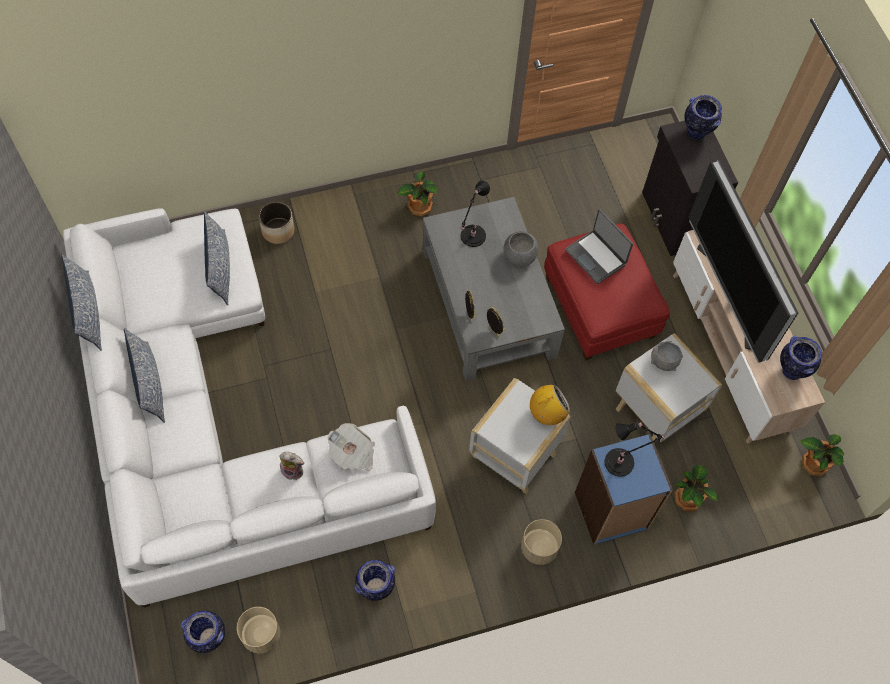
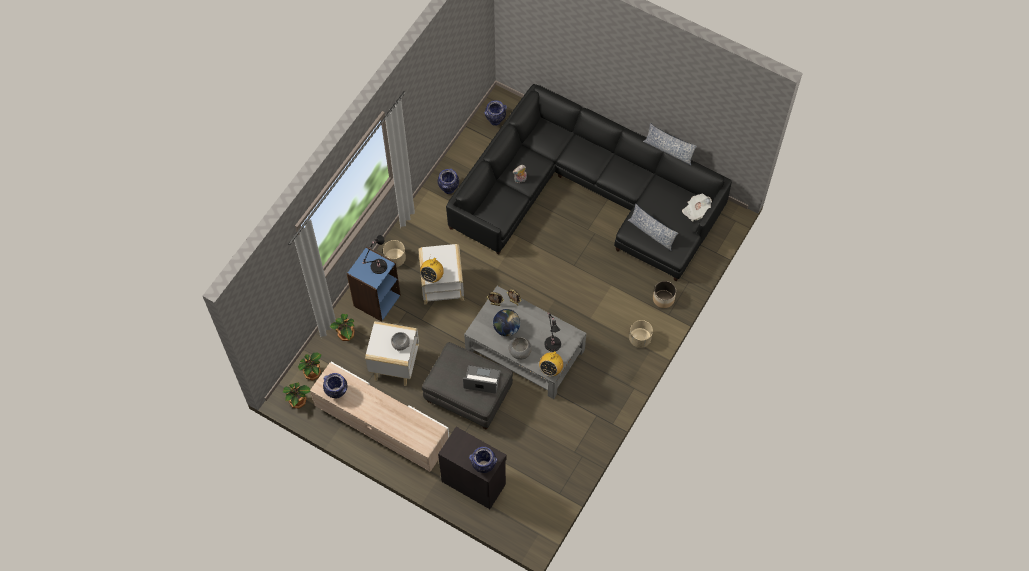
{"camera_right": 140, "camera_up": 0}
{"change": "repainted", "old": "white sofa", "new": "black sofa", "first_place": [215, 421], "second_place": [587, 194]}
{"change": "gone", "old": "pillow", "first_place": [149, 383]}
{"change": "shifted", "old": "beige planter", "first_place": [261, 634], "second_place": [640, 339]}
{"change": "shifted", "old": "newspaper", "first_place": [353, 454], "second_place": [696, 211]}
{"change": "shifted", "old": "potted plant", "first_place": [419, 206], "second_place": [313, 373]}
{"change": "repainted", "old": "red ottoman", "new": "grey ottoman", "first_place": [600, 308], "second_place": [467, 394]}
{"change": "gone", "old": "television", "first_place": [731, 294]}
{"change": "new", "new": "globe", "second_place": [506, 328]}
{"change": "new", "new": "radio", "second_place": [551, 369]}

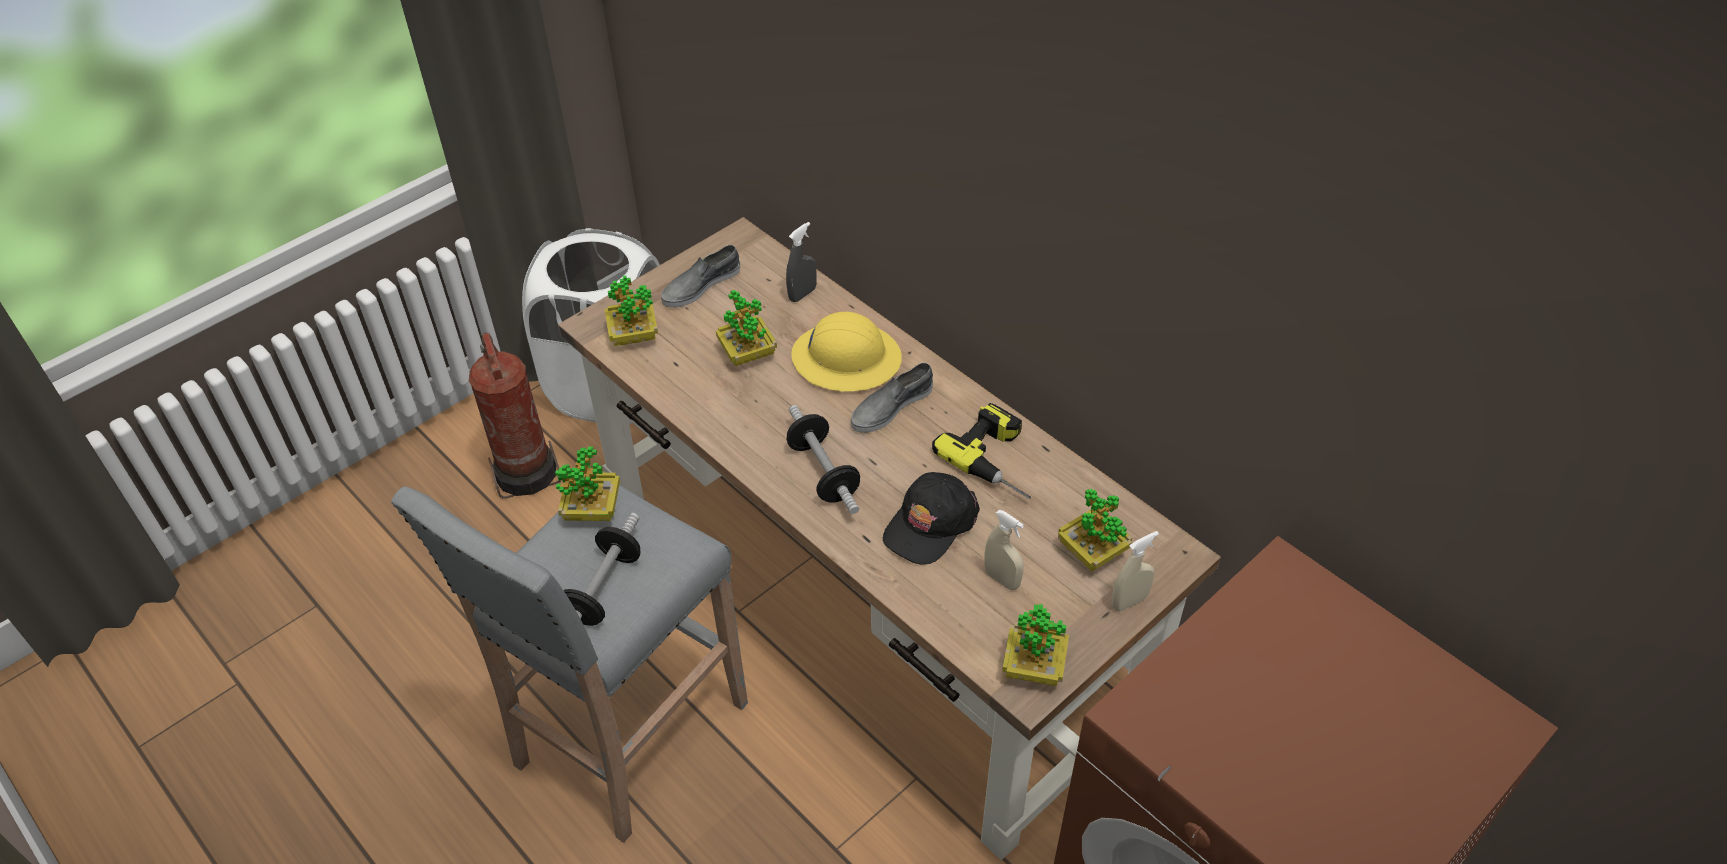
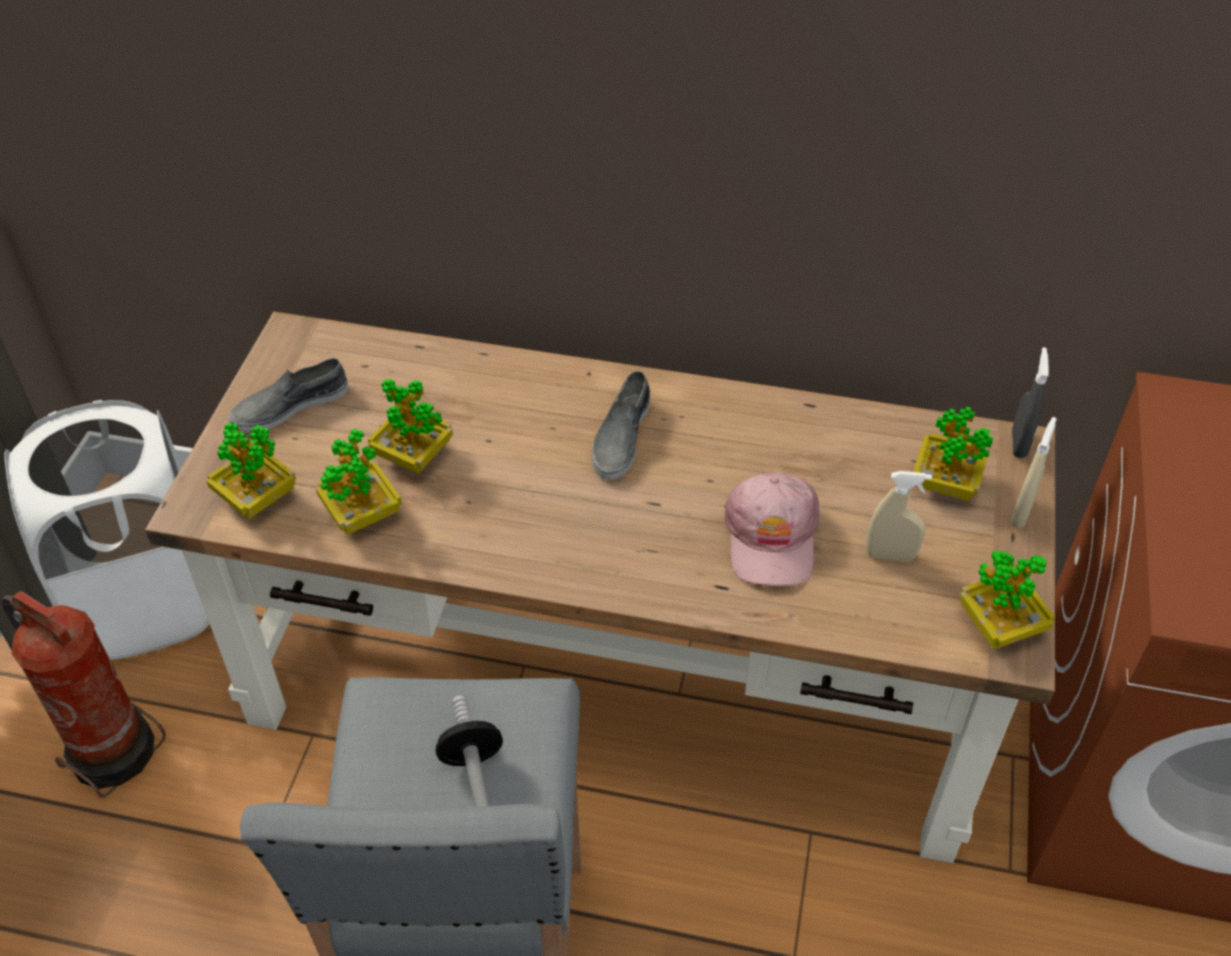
{"camera_right": -35, "camera_up": 0}
{"change": "shifted", "old": "potted plant", "first_place": [593, 510], "second_place": [362, 514]}
{"change": "rotated", "old": "grey shoe", "first_place": [700, 285], "second_place": [289, 406], "degrees": 45}
{"change": "shifted", "old": "grey spray bottle", "first_place": [802, 294], "second_place": [1019, 444]}
{"change": "gone", "old": "dumbbell", "first_place": [823, 472]}
{"change": "gone", "old": "yellow hard hat", "first_place": [846, 358]}
{"change": "repainted", "old": "black cap", "new": "pink cap", "first_place": [930, 524], "second_place": [771, 538]}
{"change": "gone", "old": "power drill", "first_place": [999, 459]}

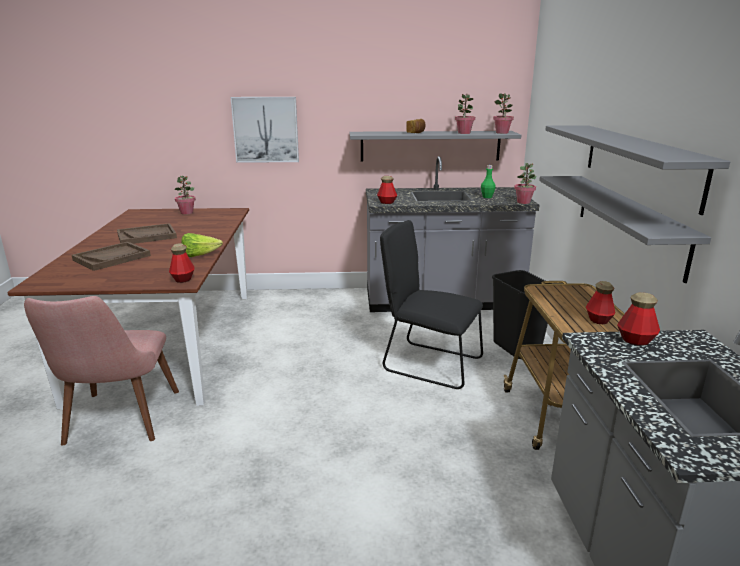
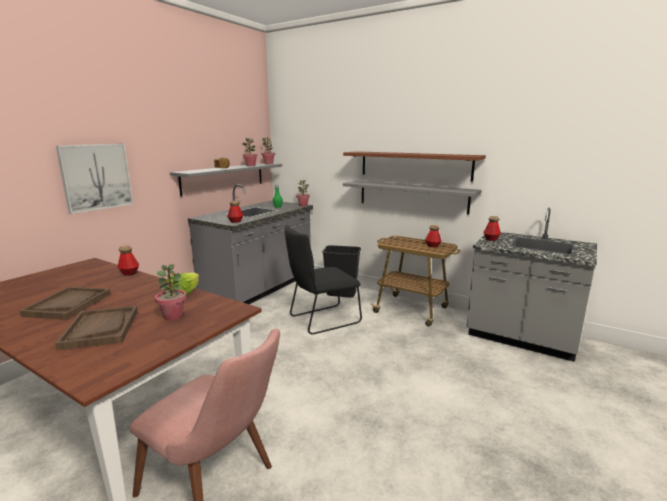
{"camera_right": -55, "camera_up": -5}
{"change": "shifted", "old": "bottle", "first_place": [183, 279], "second_place": [129, 273]}
{"change": "shifted", "old": "potted plant", "first_place": [187, 213], "second_place": [173, 316]}
{"change": "repainted", "old": "grey shelf", "new": "brown shelf", "first_place": [639, 163], "second_place": [414, 165]}

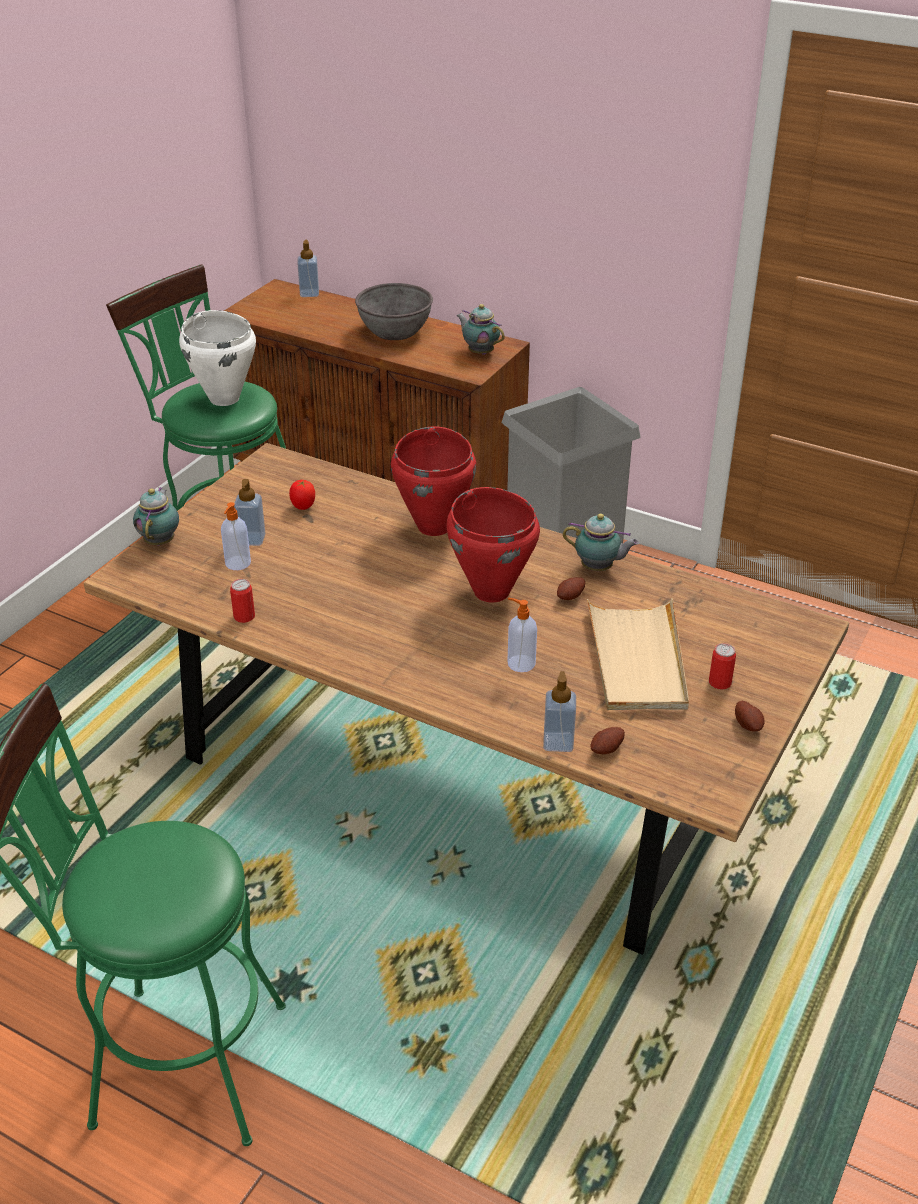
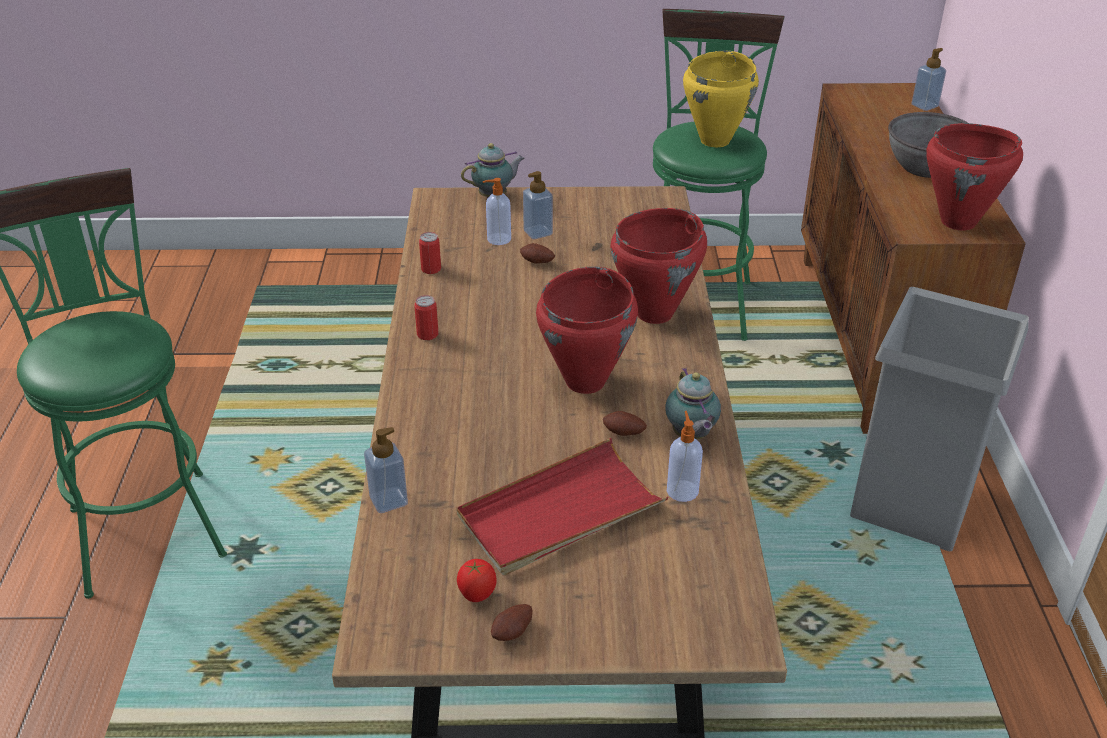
{"camera_right": 60, "camera_up": 0}
{"change": "repainted", "old": "white cooking pot", "new": "yellow cooking pot", "first_place": [224, 398], "second_place": [715, 140]}
{"change": "shifted", "old": "tomato", "first_place": [303, 507], "second_place": [477, 596]}
{"change": "swapped", "old": "teapot", "new": "red cooking pot", "first_place": [479, 352], "second_place": [958, 222]}
{"change": "shifted", "old": "soap dispenser", "first_place": [520, 663], "second_place": [682, 490]}
{"change": "repainted", "old": "beige tray", "new": "red tray", "first_place": [637, 659], "second_place": [560, 512]}
{"change": "shifted", "old": "potato", "first_place": [607, 750], "second_place": [537, 263]}
{"change": "shifted", "old": "can", "first_place": [719, 682], "second_place": [427, 334]}

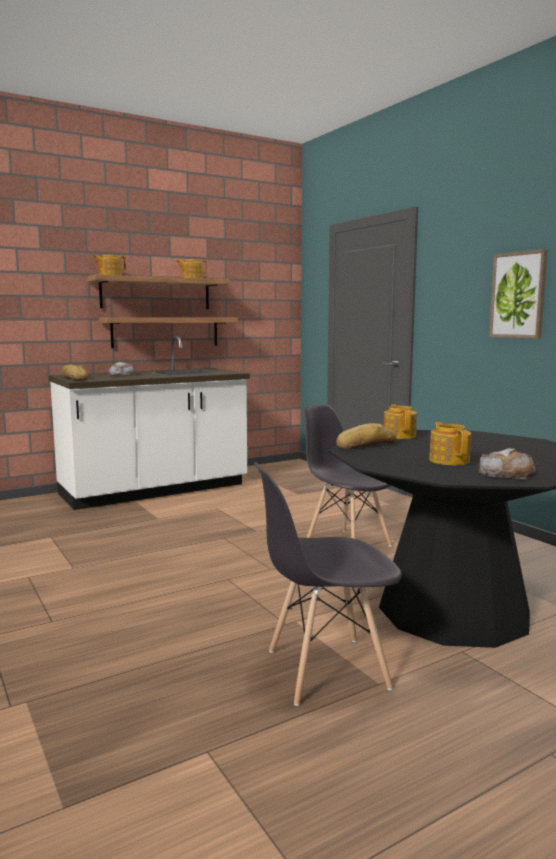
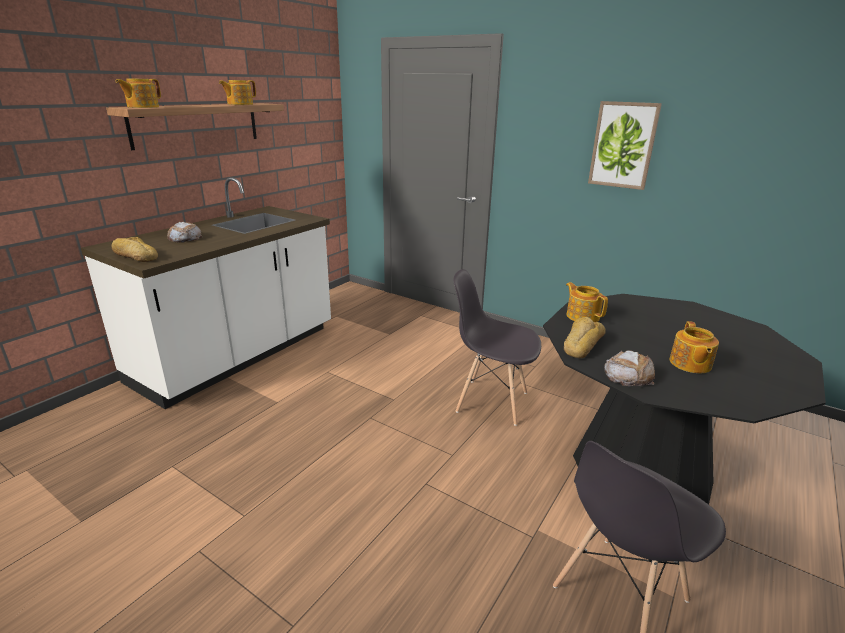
{"camera_right": -25, "camera_up": 15}
{"change": "gone", "old": "shelf", "first_place": [165, 332]}
{"change": "rotated", "old": "teapot", "first_place": [449, 460], "second_place": [689, 364], "degrees": -135}
{"change": "shifted", "old": "bread", "first_place": [506, 474], "second_place": [628, 374]}

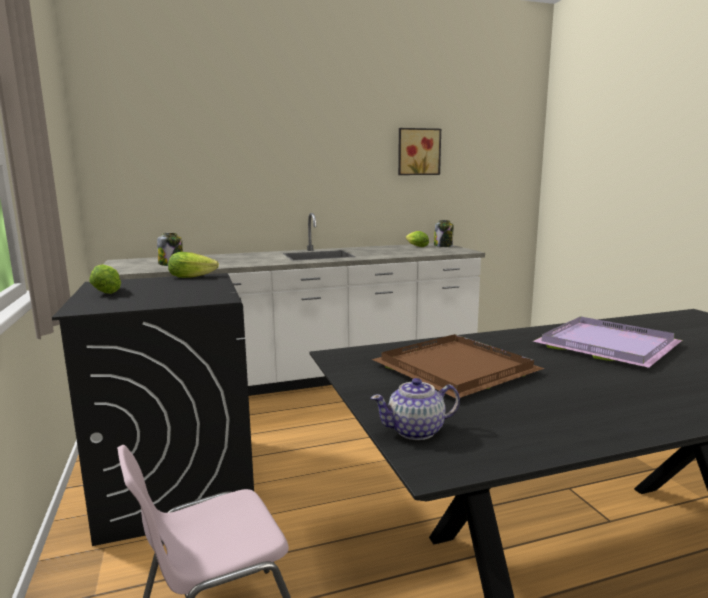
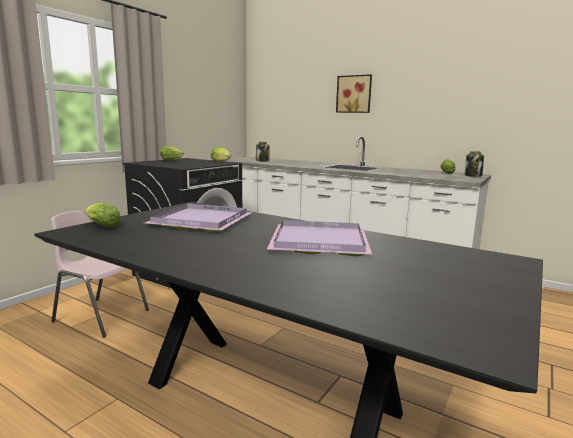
{"camera_right": 50, "camera_up": 0}
{"change": "swapped", "old": "teapot", "new": "lettuce", "first_place": [416, 431], "second_place": [101, 226]}
{"change": "repainted", "old": "brown tray", "new": "purple tray", "first_place": [452, 369], "second_place": [200, 220]}
{"change": "shifted", "old": "picture", "first_place": [418, 152], "second_place": [354, 94]}

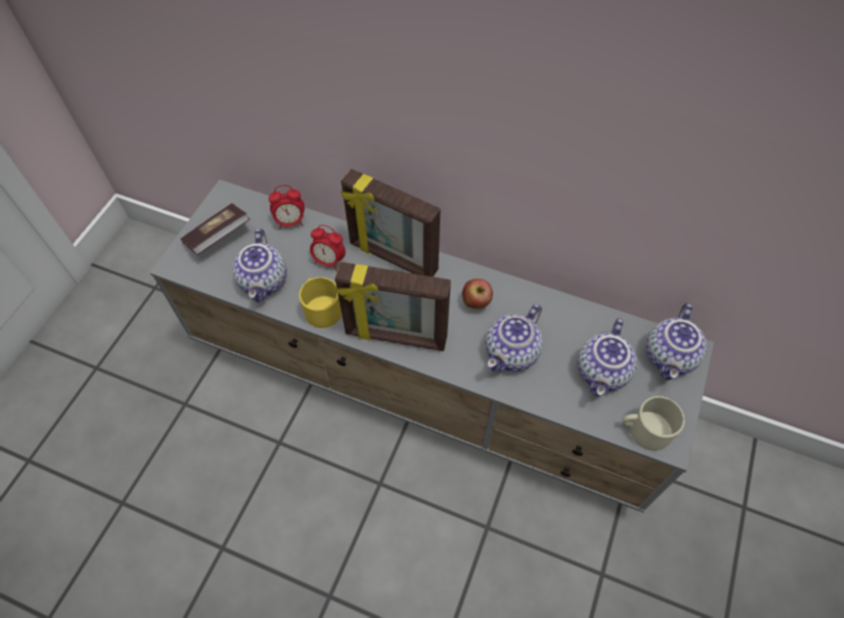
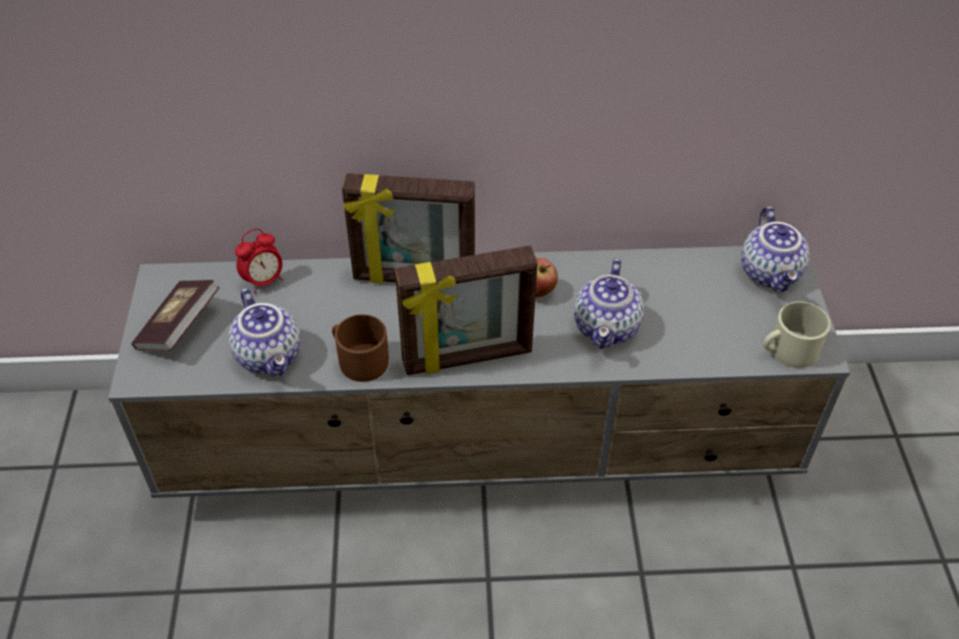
{"camera_right": -25, "camera_up": -10}
{"change": "repainted", "old": "yellow mug", "new": "brown mug", "first_place": [321, 307], "second_place": [359, 359]}
{"change": "gone", "old": "alarm clock", "first_place": [329, 261]}
{"change": "gone", "old": "teapot", "first_place": [603, 373]}

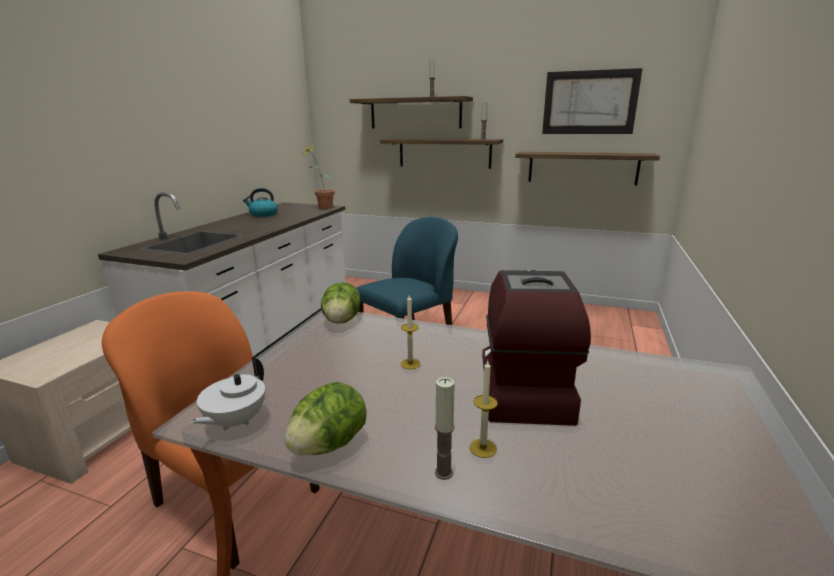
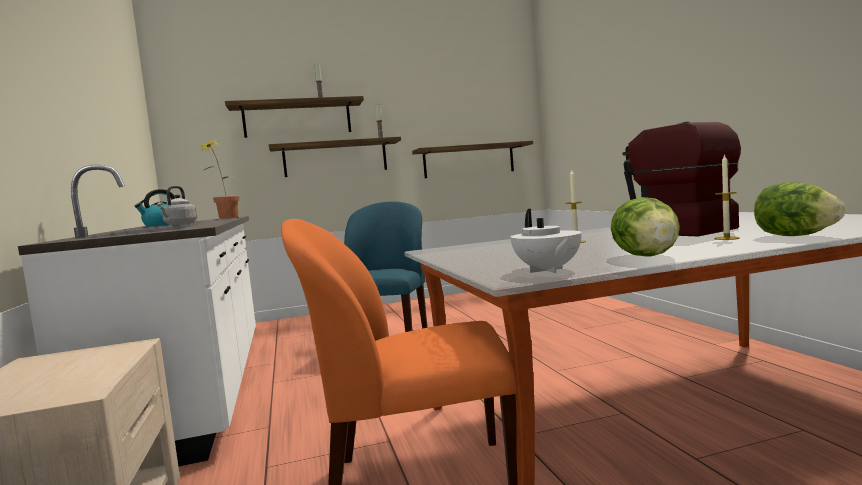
{"camera_right": -35, "camera_up": -15}
{"change": "shifted", "old": "lettuce", "first_place": [342, 321], "second_place": [795, 236]}
{"change": "gone", "old": "candle", "first_place": [443, 472]}
{"change": "gone", "old": "picture", "first_place": [589, 102]}
{"change": "new", "new": "grey kettle", "second_place": [179, 224]}

